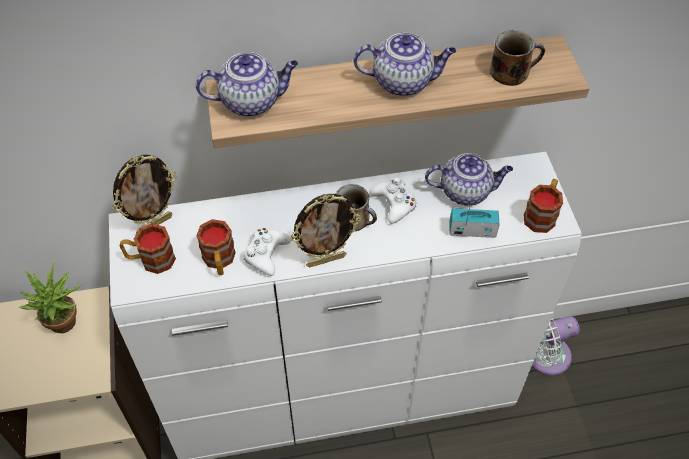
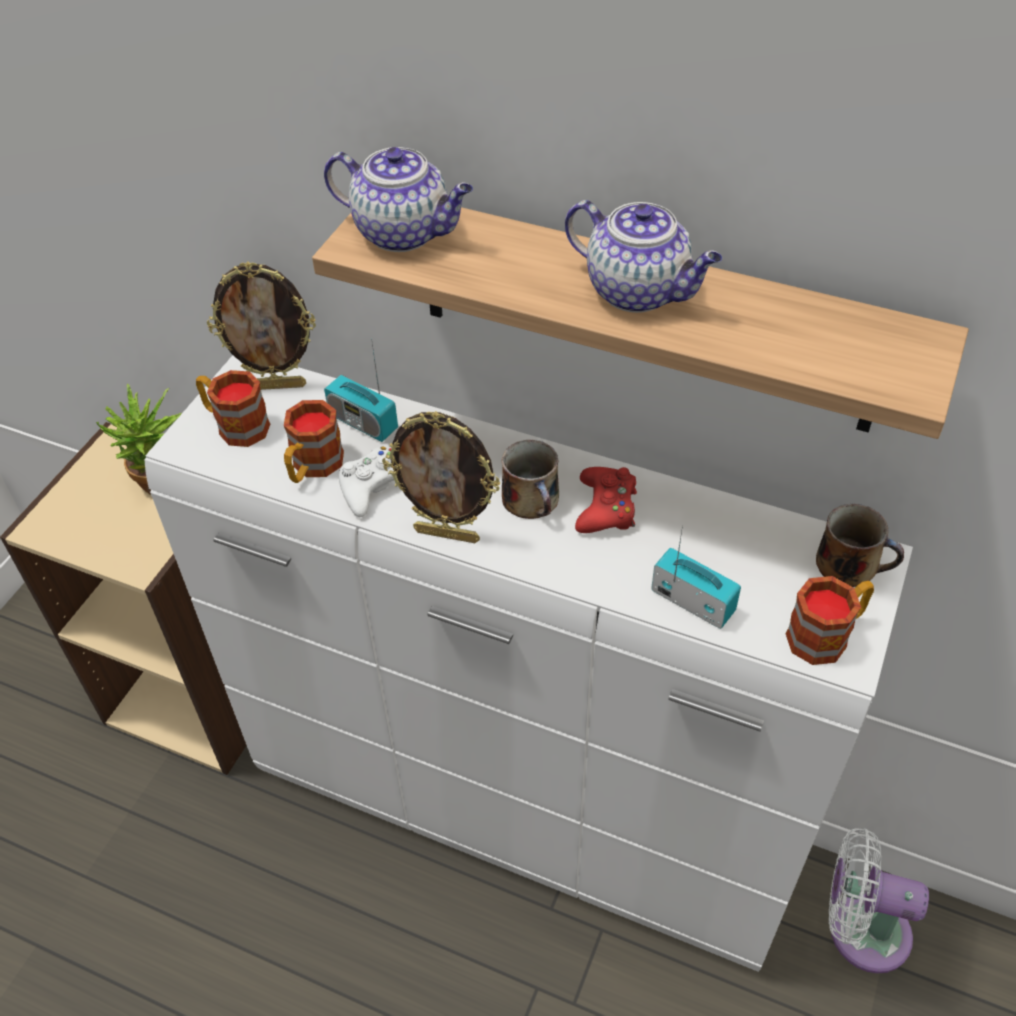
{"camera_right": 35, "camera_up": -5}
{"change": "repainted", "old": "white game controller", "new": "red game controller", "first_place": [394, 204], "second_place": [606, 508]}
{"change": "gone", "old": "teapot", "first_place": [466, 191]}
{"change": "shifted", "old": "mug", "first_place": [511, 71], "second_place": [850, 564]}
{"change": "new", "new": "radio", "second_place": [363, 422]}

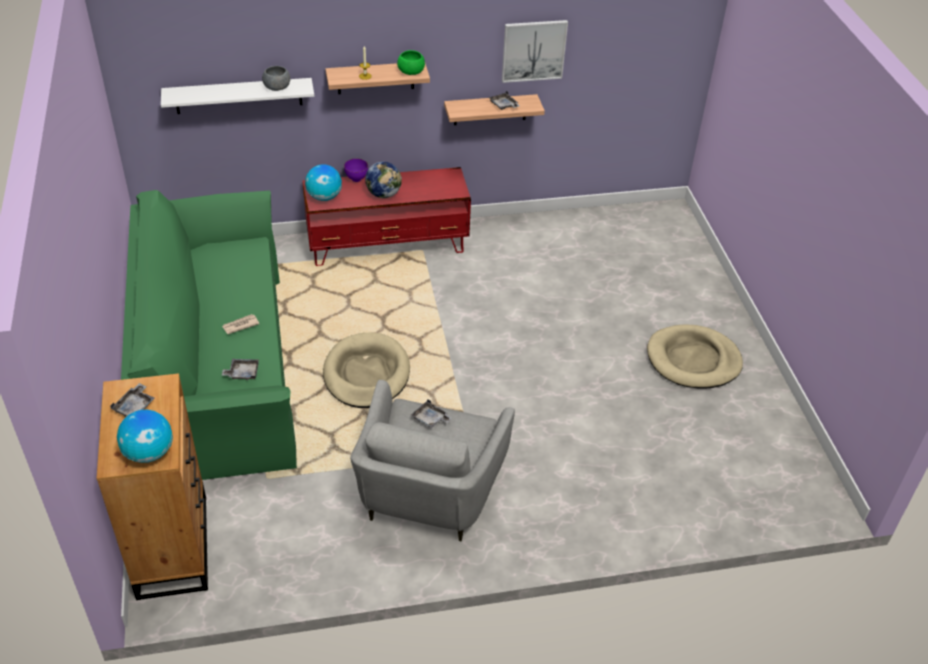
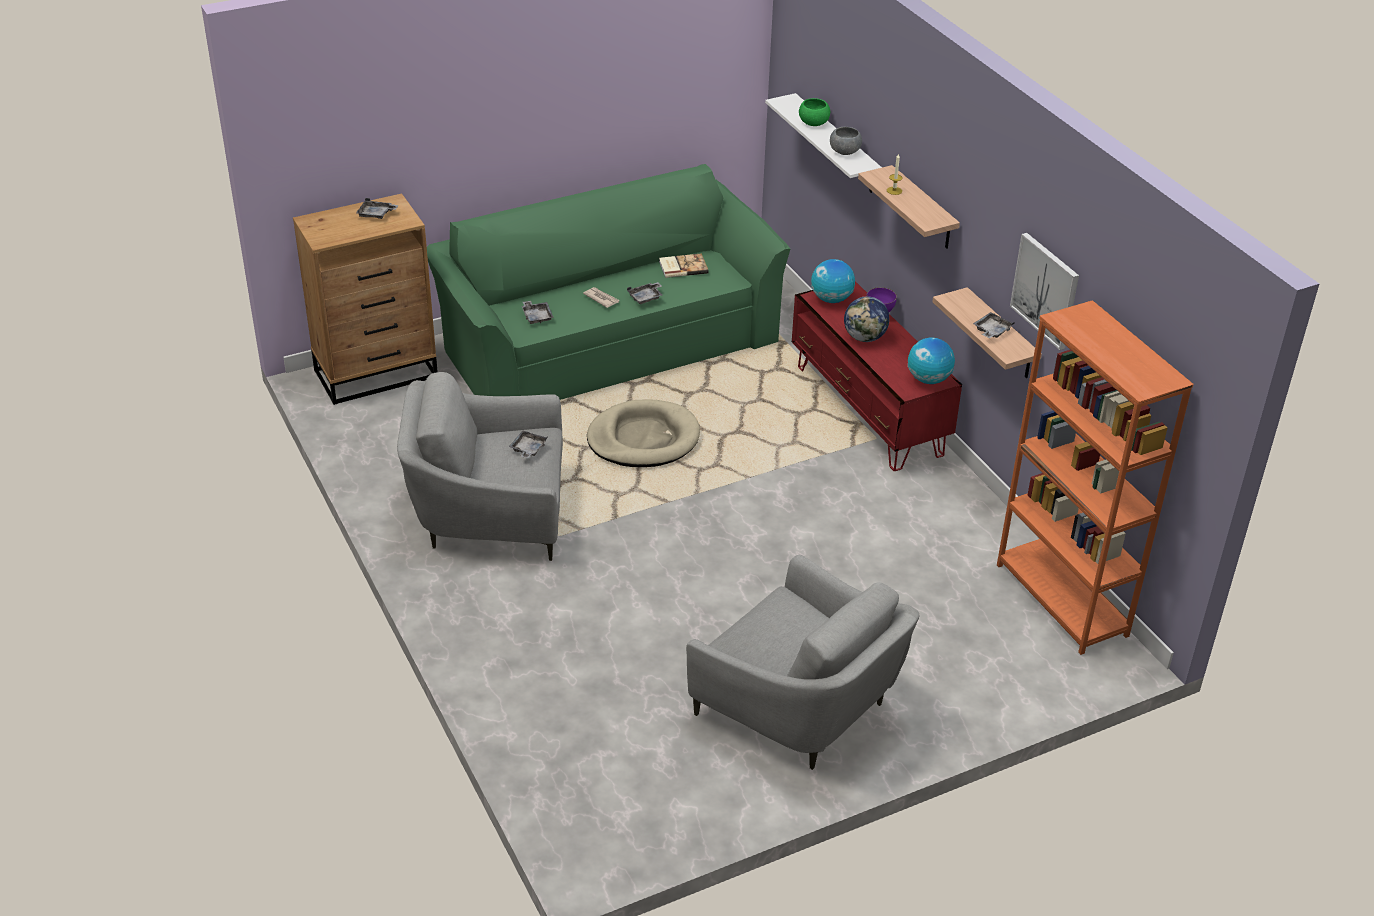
{"camera_right": 75, "camera_up": -5}
{"change": "shifted", "old": "globe", "first_place": [149, 453], "second_place": [928, 379]}
{"change": "shifted", "old": "green bowl", "first_place": [411, 72], "second_place": [813, 123]}
{"change": "swapped", "old": "beige dog bed", "new": "grey armchair", "first_place": [693, 360], "second_place": [800, 707]}
{"change": "new", "new": "grey tray", "second_place": [646, 297]}
{"change": "new", "new": "book", "second_place": [682, 267]}
{"change": "new", "new": "orange bookcase", "second_place": [1061, 600]}

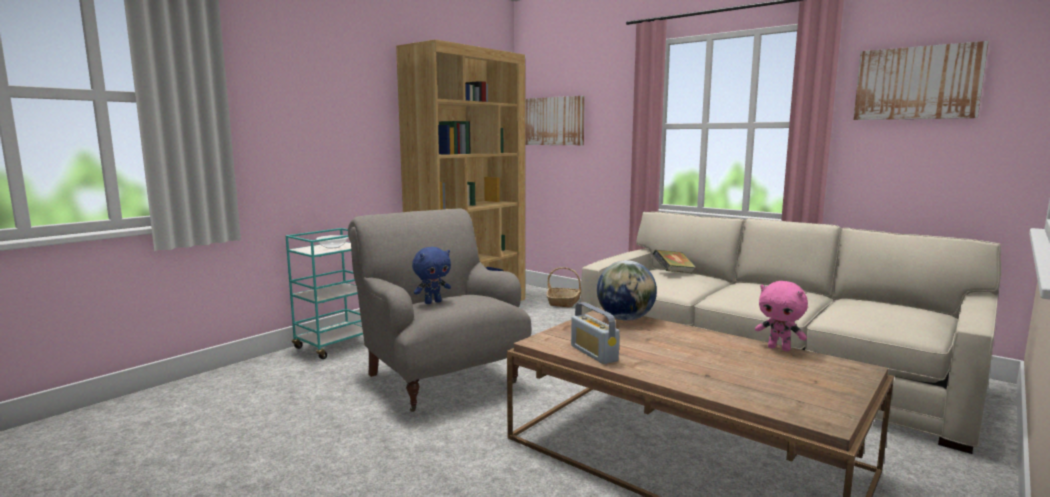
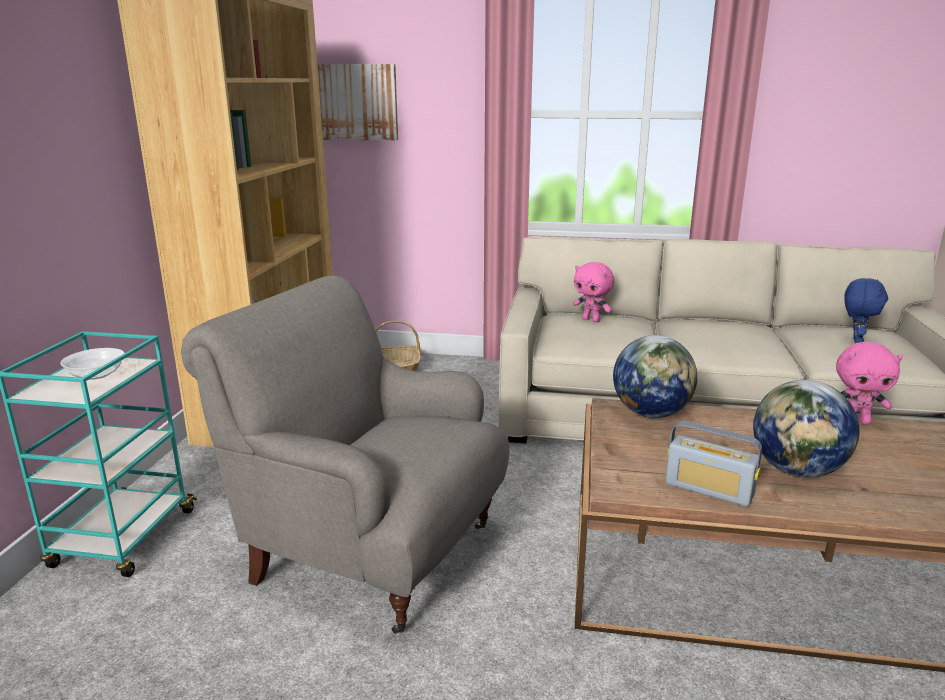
{"camera_right": -30, "camera_up": 10}
{"change": "shifted", "old": "blue plush toy", "first_place": [433, 302], "second_place": [855, 341]}
{"change": "swapped", "old": "book", "new": "pink plush toy", "first_place": [673, 273], "second_place": [591, 320]}
{"change": "gone", "old": "picture", "first_place": [917, 83]}
{"change": "new", "new": "globe", "second_place": [797, 470]}

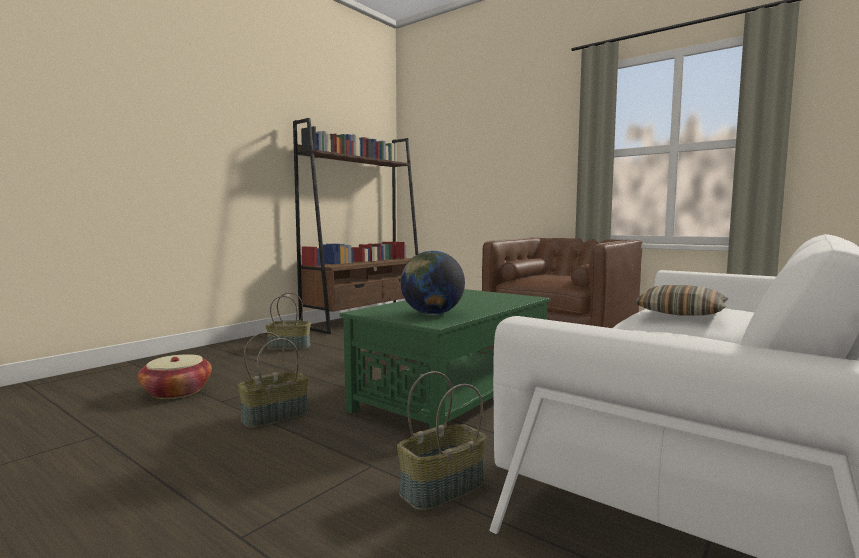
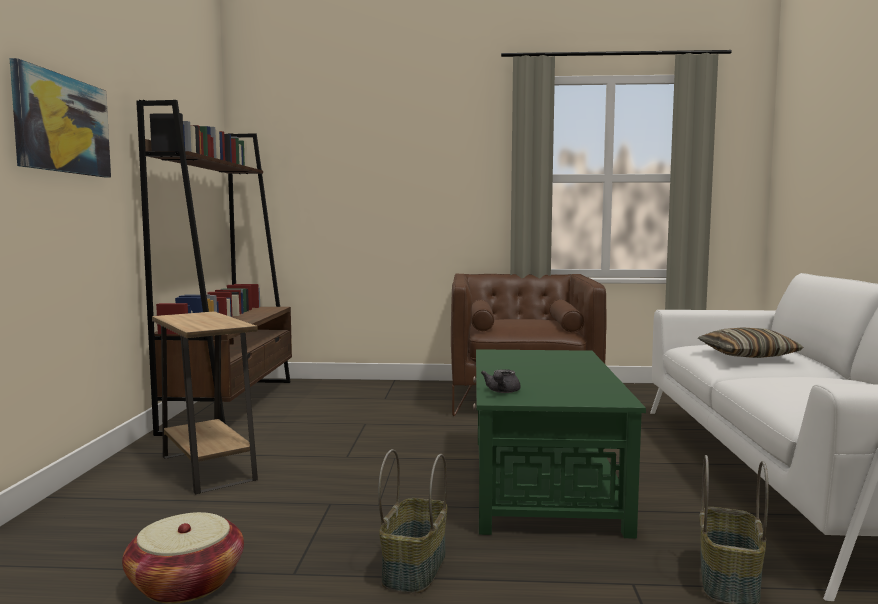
{"camera_right": -35, "camera_up": 0}
{"change": "swapped", "old": "basket", "new": "brown side table", "first_place": [289, 347], "second_place": [208, 468]}
{"change": "gone", "old": "globe", "first_place": [432, 314]}
{"change": "new", "new": "picture", "second_place": [62, 124]}
{"change": "new", "new": "grey teapot", "second_place": [501, 392]}

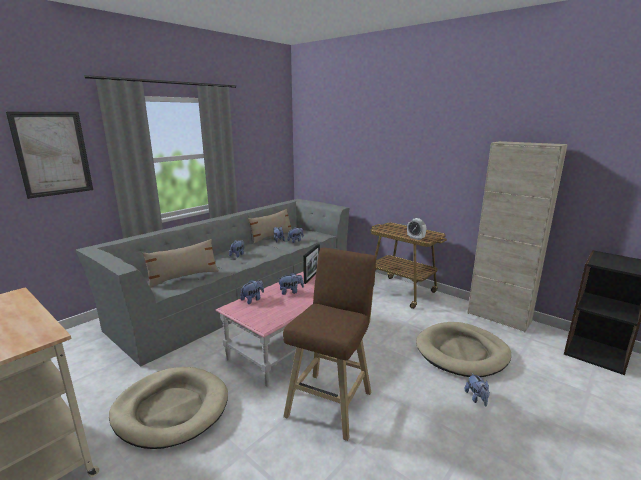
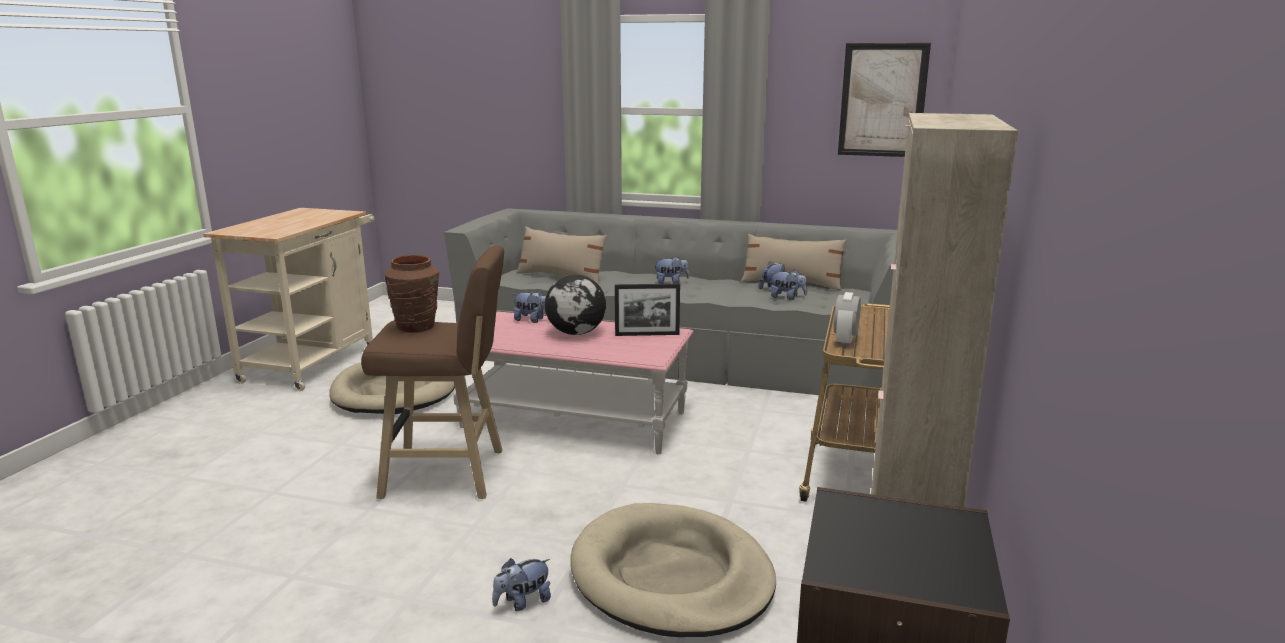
{"camera_right": 65, "camera_up": 0}
{"change": "shifted", "old": "picture", "first_place": [53, 154], "second_place": [882, 100]}
{"change": "swapped", "old": "plush toy", "new": "globe", "first_place": [291, 292], "second_place": [577, 333]}
{"change": "new", "new": "brown vase", "second_place": [416, 327]}

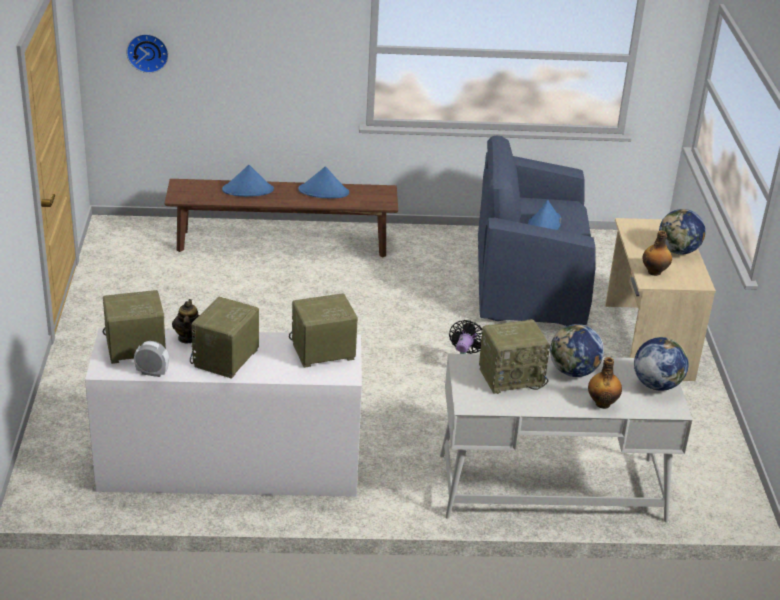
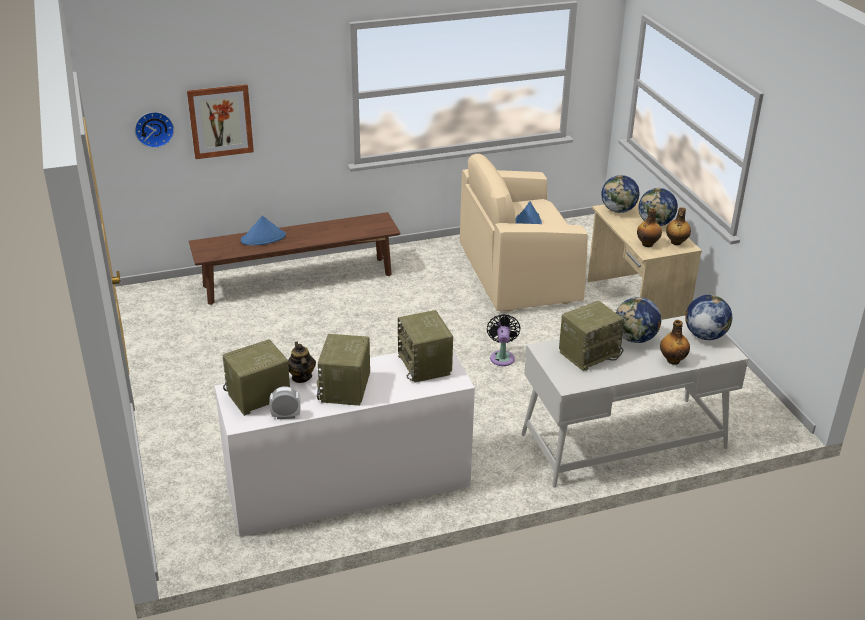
{"camera_right": -15, "camera_up": 0}
{"change": "rotated", "old": "radio", "first_place": [322, 352], "second_place": [425, 365], "degrees": -75}
{"change": "gone", "old": "blue hat", "first_place": [324, 191]}
{"change": "repainted", "old": "blue armchair", "new": "beige armchair", "first_place": [528, 282], "second_place": [518, 274]}
{"change": "new", "new": "picture", "second_place": [220, 121]}
{"change": "new", "new": "globe", "second_place": [618, 210]}
{"change": "new", "new": "bottle", "second_place": [676, 242]}

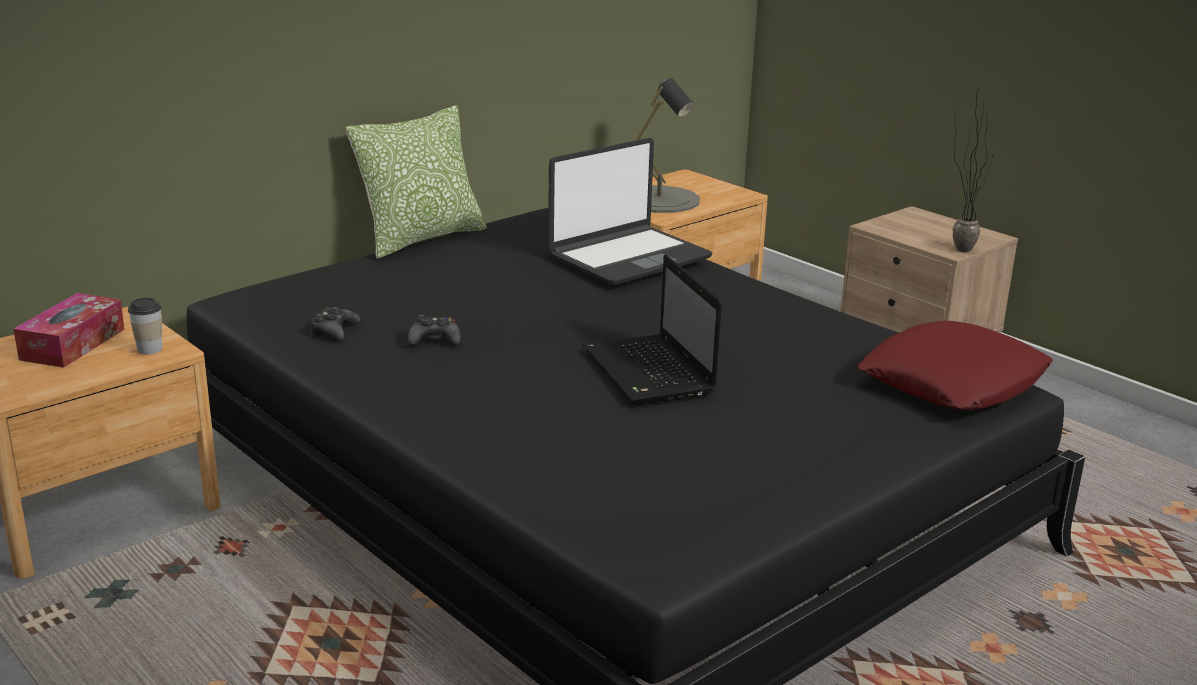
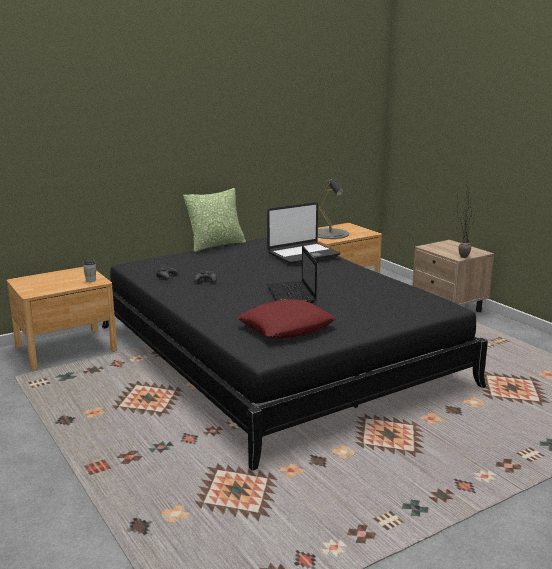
{"camera_right": 10, "camera_up": -5}
{"change": "gone", "old": "tissue box", "first_place": [73, 344]}
{"change": "shifted", "old": "red pillow", "first_place": [953, 381], "second_place": [286, 327]}

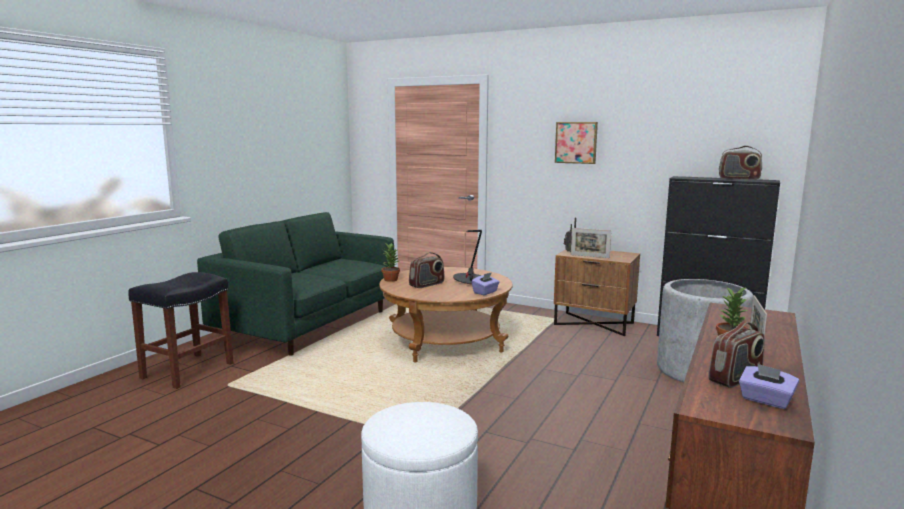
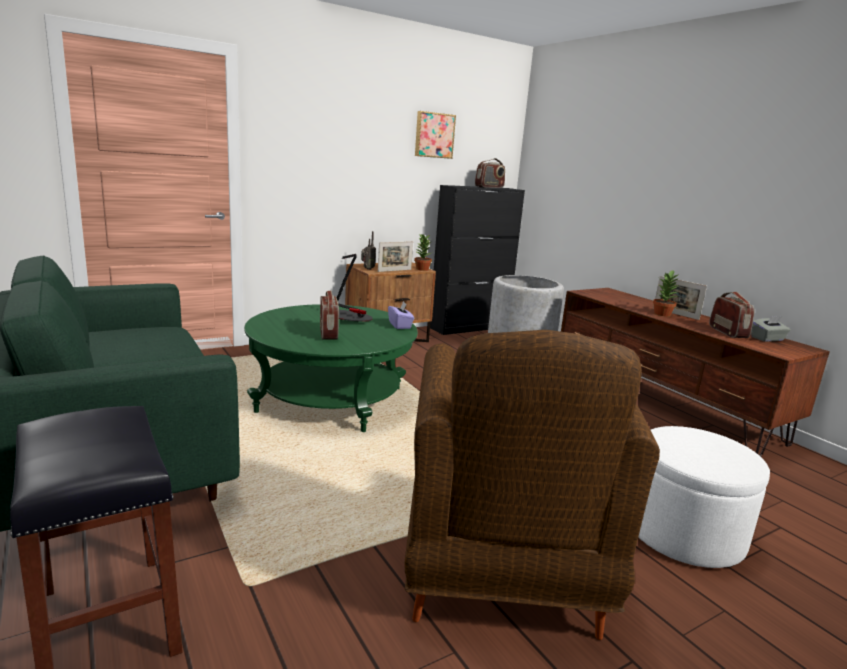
{"camera_right": -60, "camera_up": 5}
{"change": "repainted", "old": "brown coffee table", "new": "green coffee table", "first_place": [445, 342], "second_place": [330, 400]}
{"change": "shifted", "old": "potted plant", "first_place": [390, 279], "second_place": [422, 269]}
{"change": "shifted", "old": "picture", "first_place": [576, 142], "second_place": [434, 135]}
{"change": "repainted", "old": "purple tissue box", "new": "grey tissue box", "first_place": [765, 400], "second_place": [767, 339]}
{"change": "new", "new": "brown armchair", "second_place": [501, 578]}

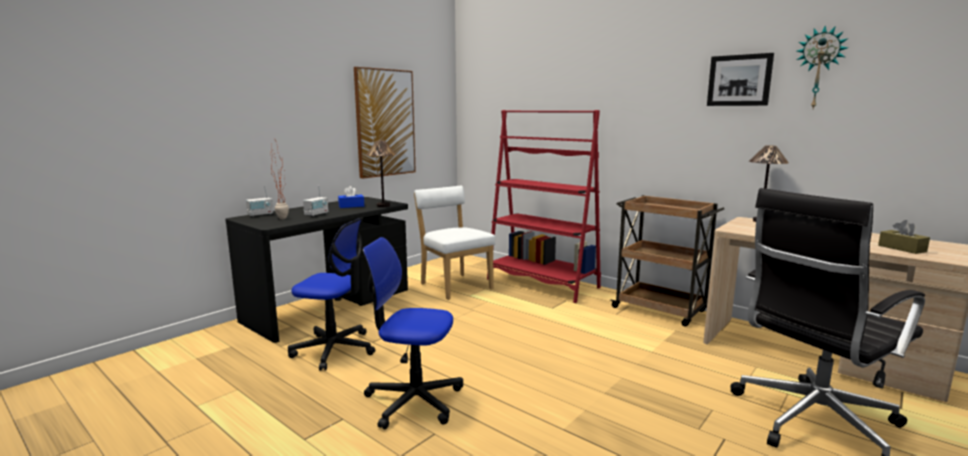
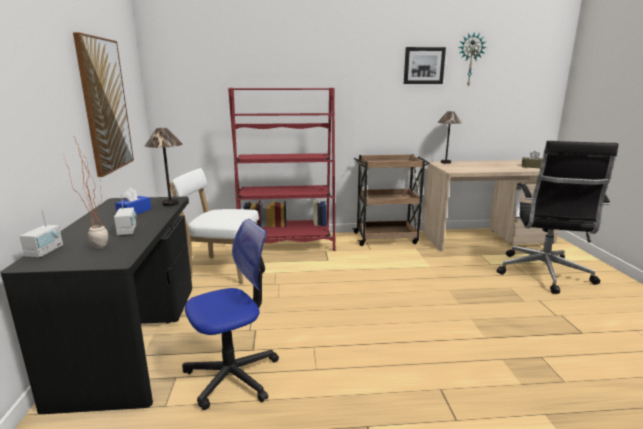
{"camera_right": -45, "camera_up": 5}
{"change": "gone", "old": "office chair", "first_place": [414, 400]}

